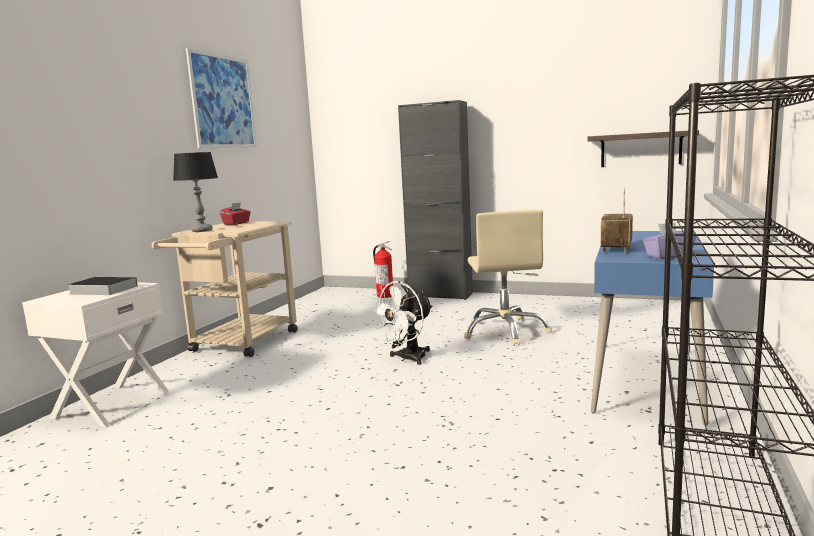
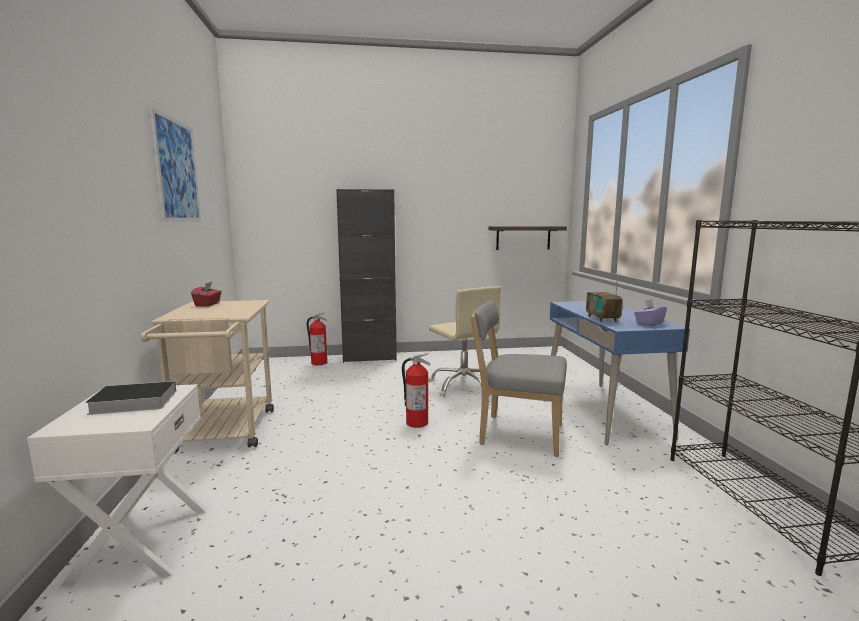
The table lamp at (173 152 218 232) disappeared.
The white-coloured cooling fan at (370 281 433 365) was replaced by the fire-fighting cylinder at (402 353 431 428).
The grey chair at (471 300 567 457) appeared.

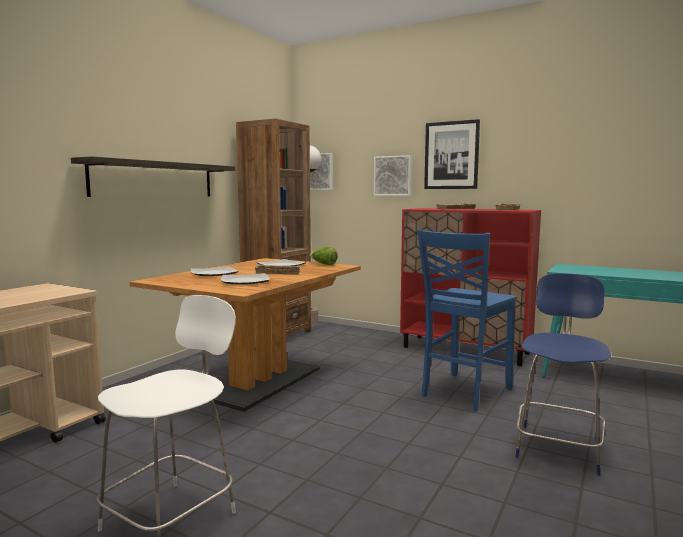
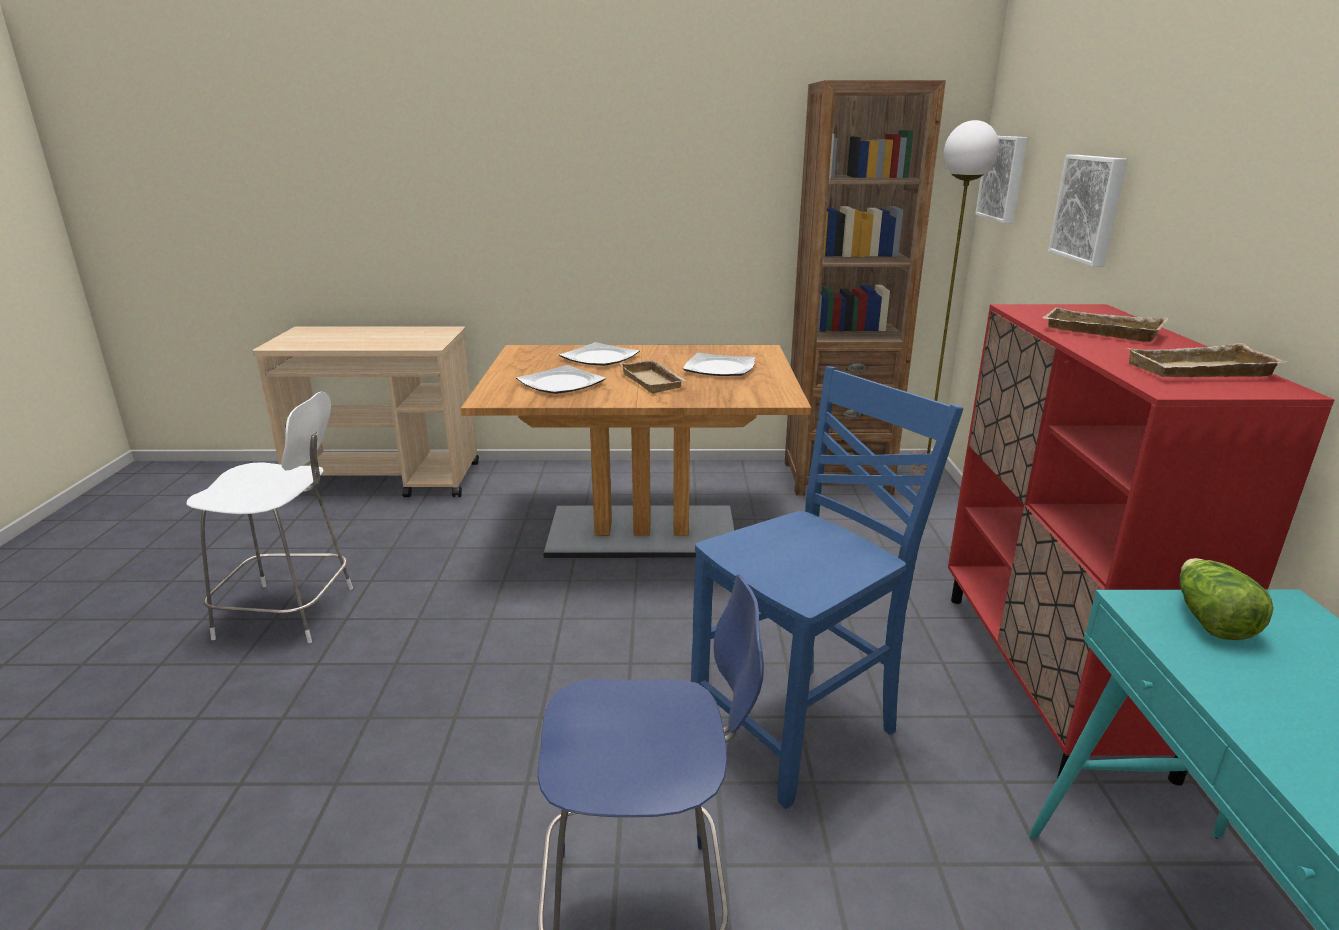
The picture at (424 119 480 189) disappeared.
The wall shelf at (71 156 235 197) disappeared.
The blue-coloured chair at (417 229 517 412) turned 135 degrees clockwise.
The head of lettuce moved from (310 247 338 265) to (1180 558 1274 640).

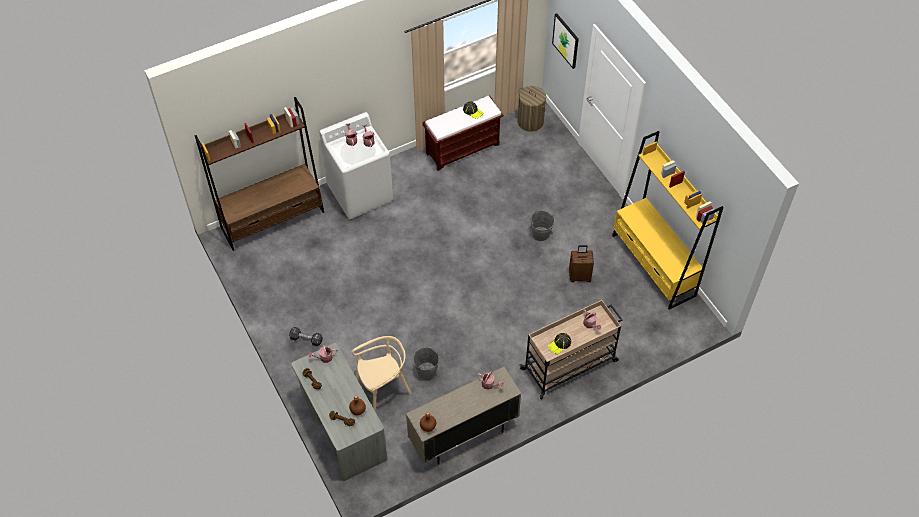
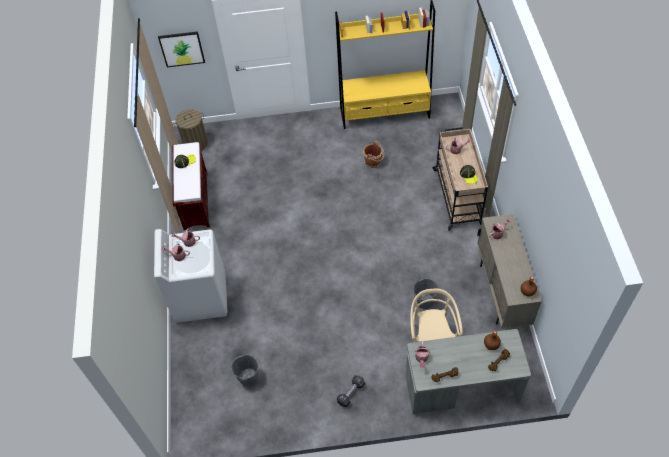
The brown-coloured bookshelf at (195 97 324 251) disappeared.
The grey water bucket moved from (530 211 554 241) to (231 354 258 386).
The brown-coloured travel case at (569 245 594 282) was replaced by the brown-coloured water bucket at (363 141 385 168).

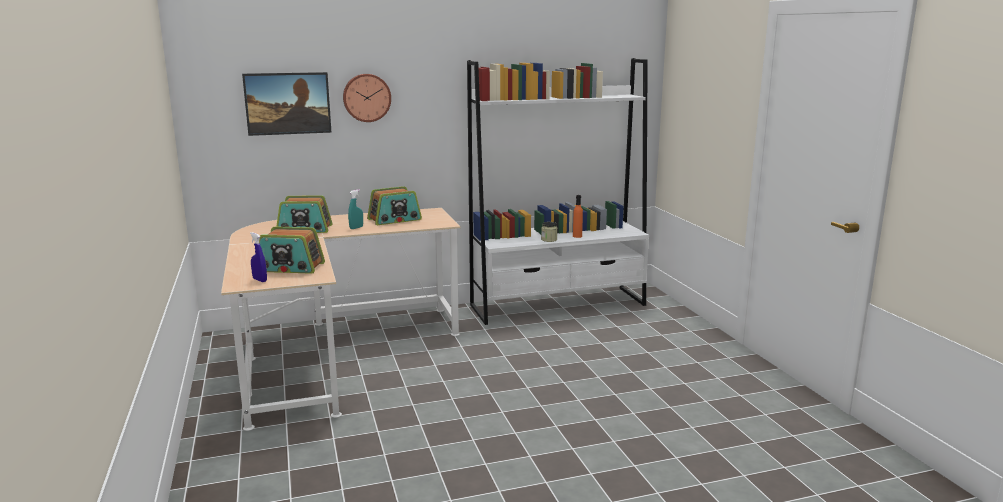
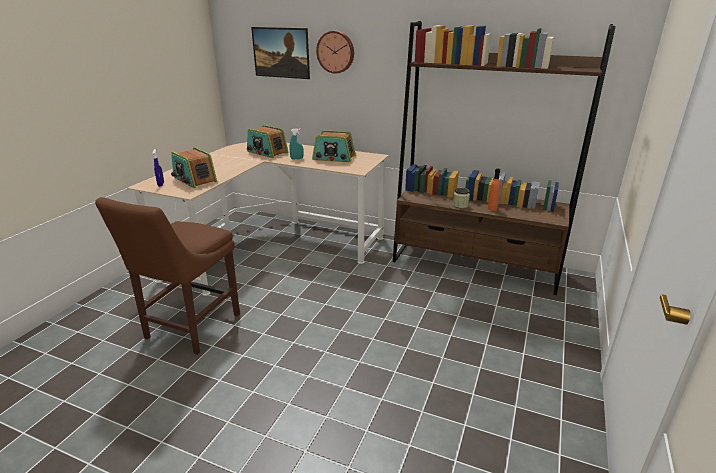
The white-coloured bookshelf at (467 58 649 325) became the brown-coloured bookshelf at (393 21 616 295).
The brown-coloured chair at (95 197 240 355) appeared.

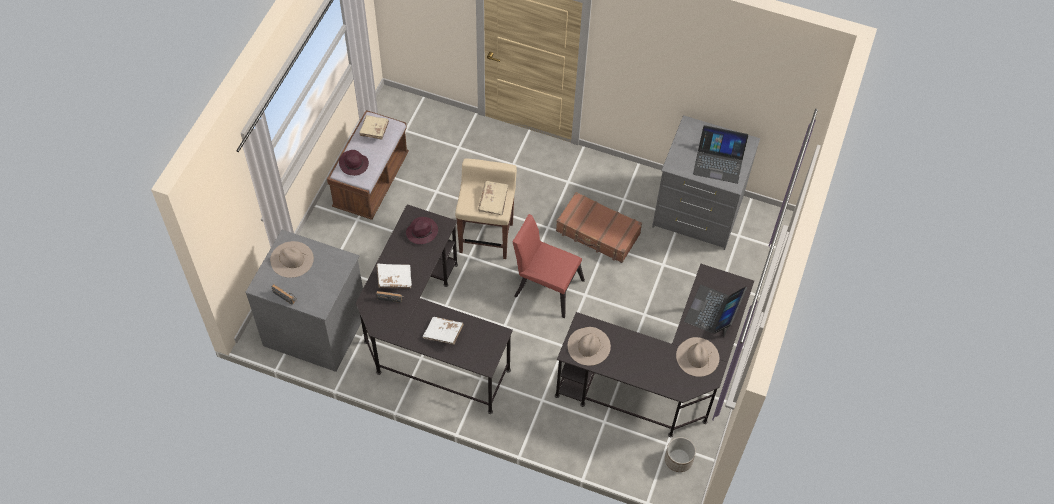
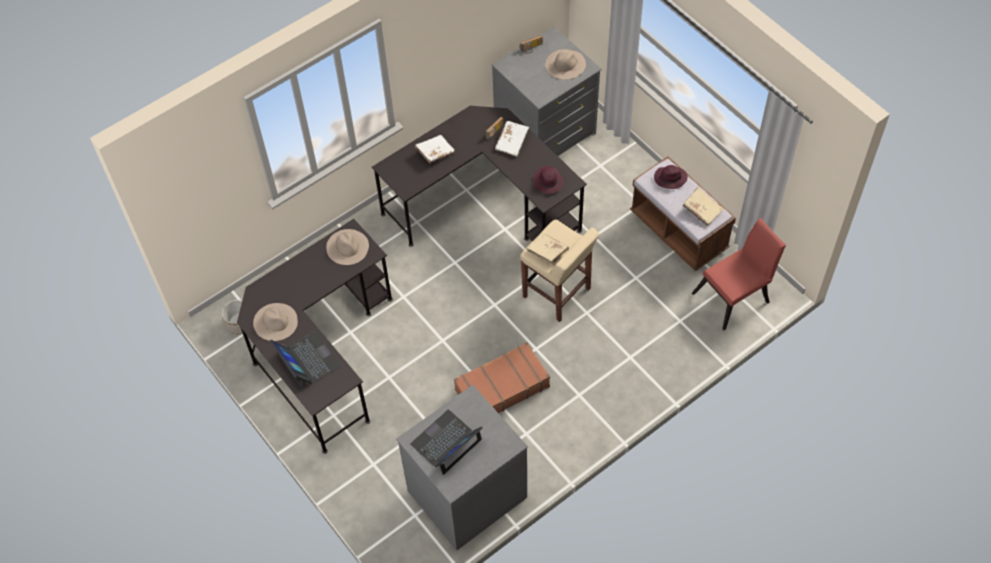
The red chair moved from (512 214 585 318) to (691 218 786 330).

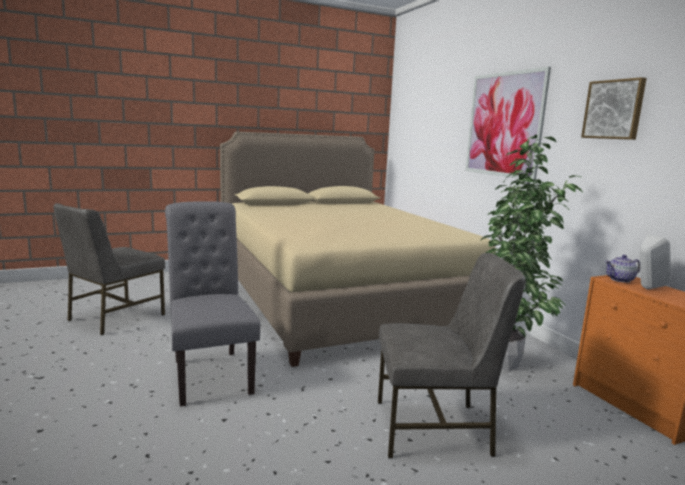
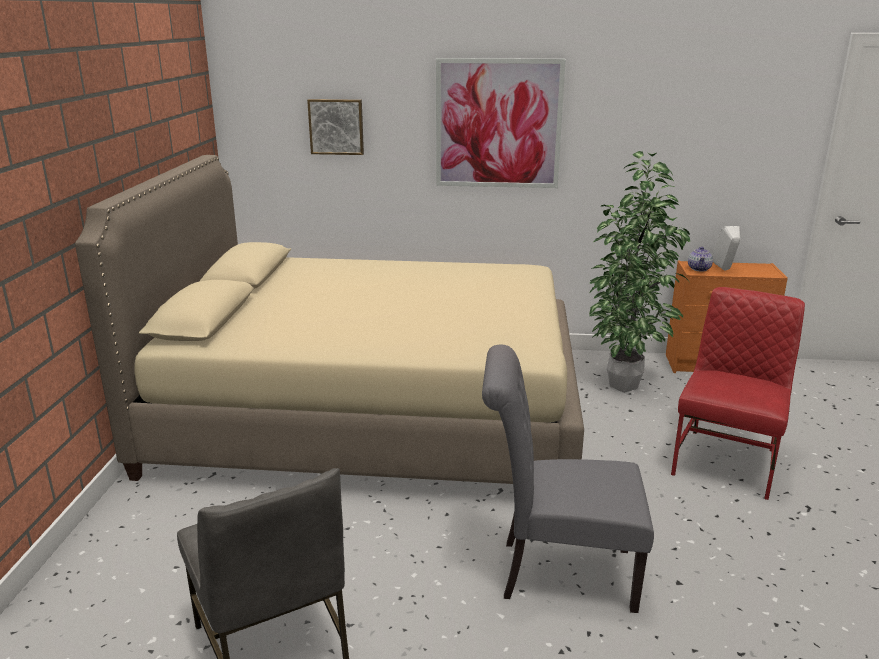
The picture moved from (581 77 647 140) to (307 99 364 155).
The grey chair at (378 253 526 458) became the red chair at (671 287 805 500).

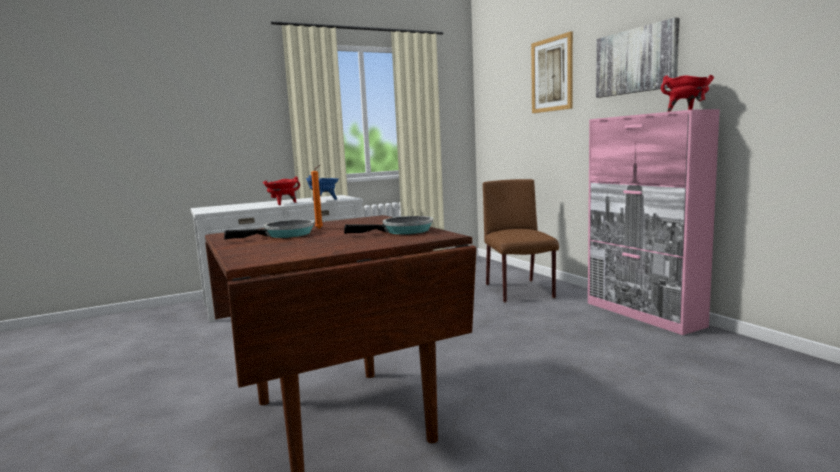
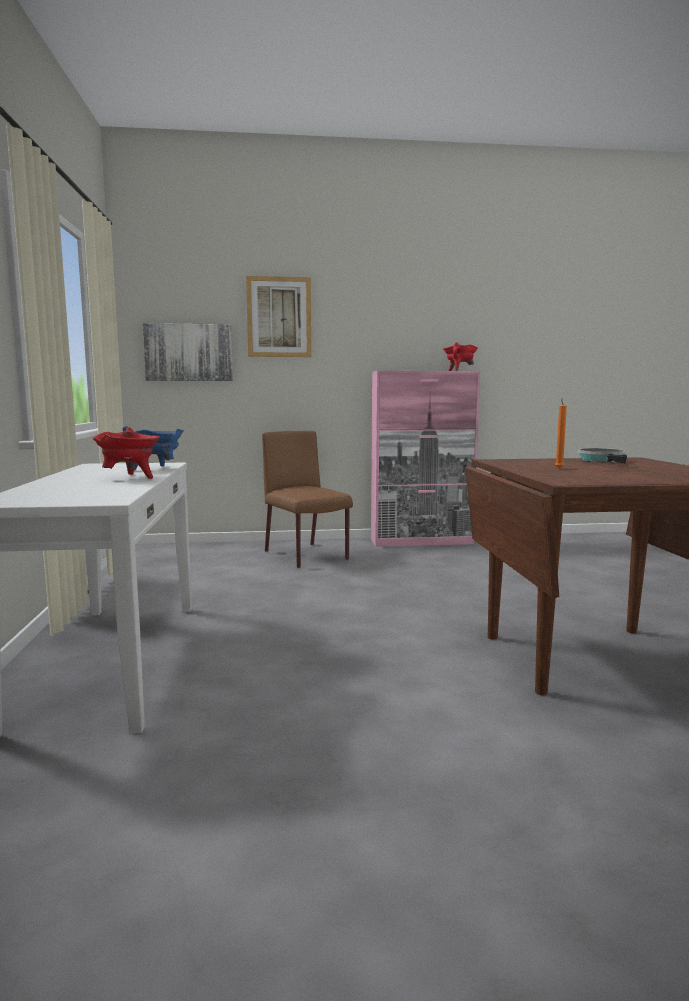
The picture moved from (596 17 680 98) to (142 323 233 381).
The brown-coloured chair at (483 179 559 302) turned 45 degrees clockwise.
The skillet at (224 220 314 239) disappeared.

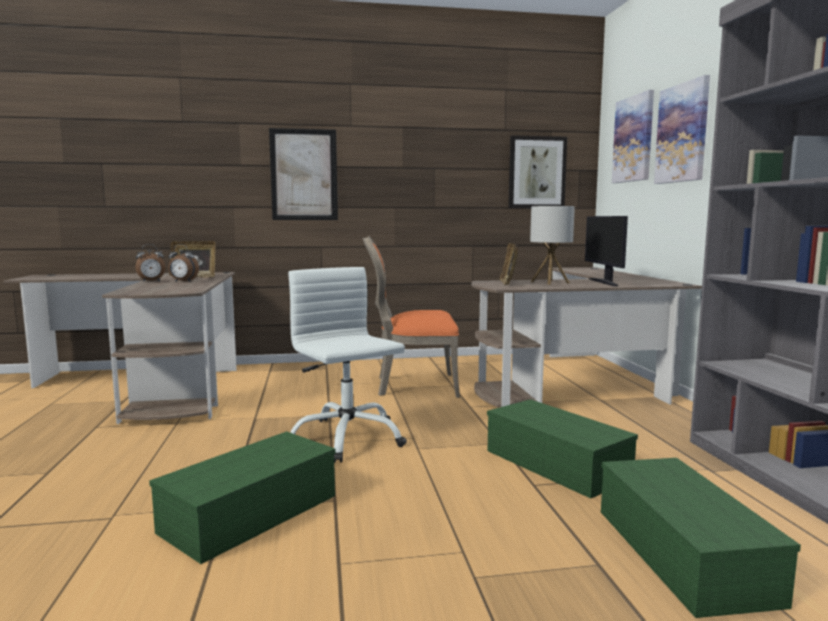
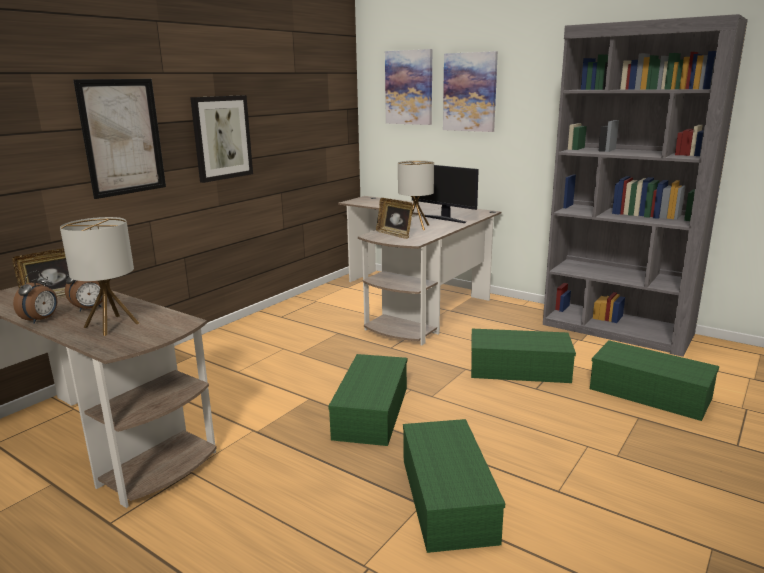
The picture moved from (508 135 567 208) to (190 95 253 183).
The orange-coloured chair at (363 236 460 398) disappeared.
The white-coloured desk chair at (288 267 407 463) was replaced by the green storage bin at (328 354 407 446).
The table lamp at (60 217 139 336) appeared.

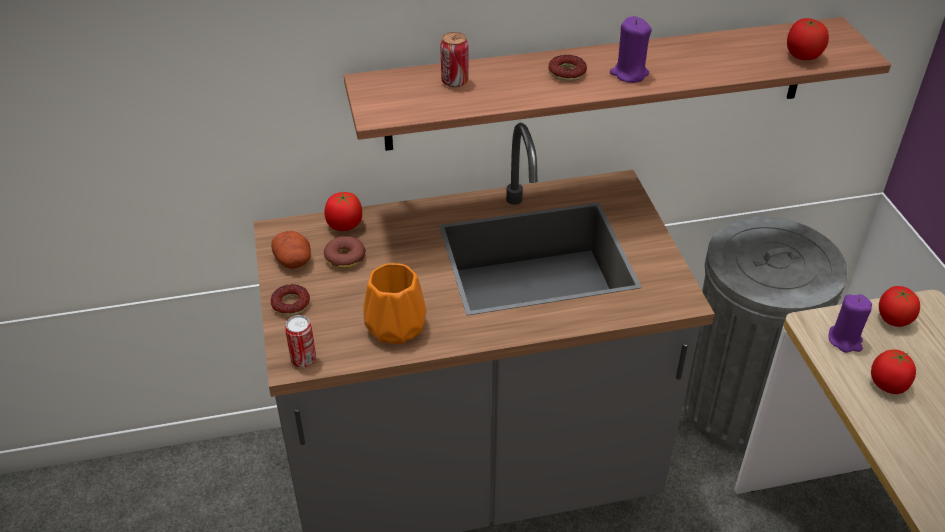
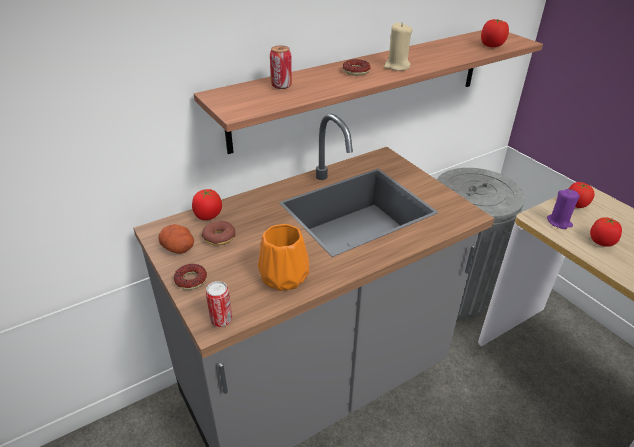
The purple-coloured wax light at (610 16 652 83) became the beige wax light at (384 23 412 71).

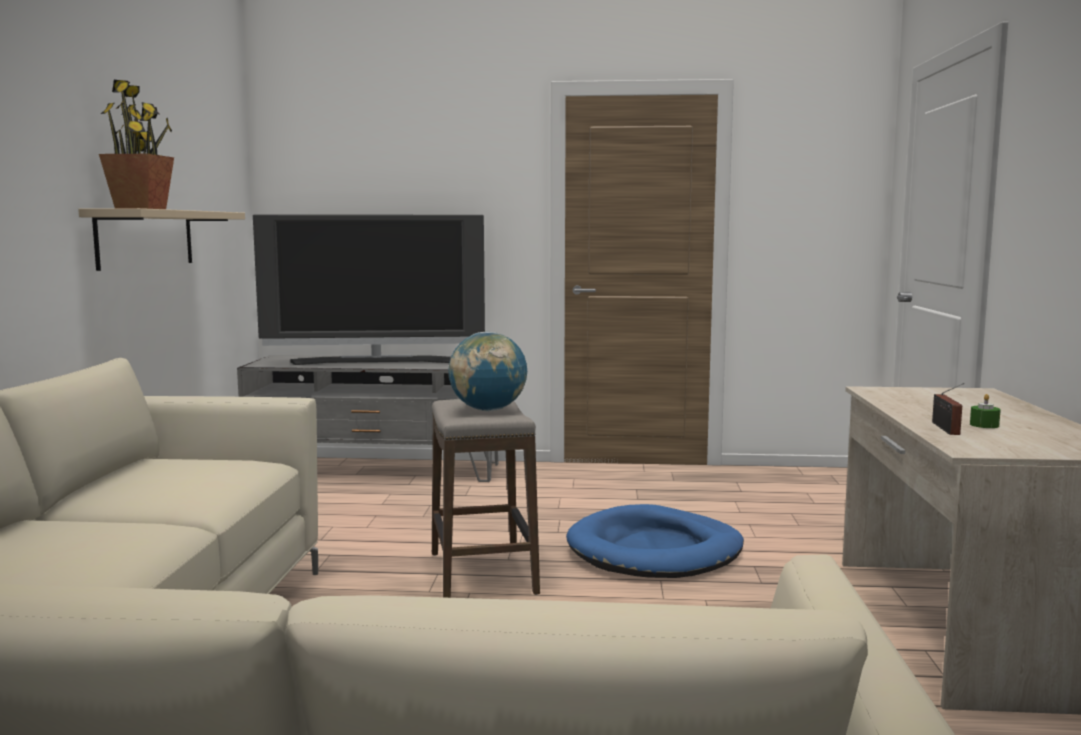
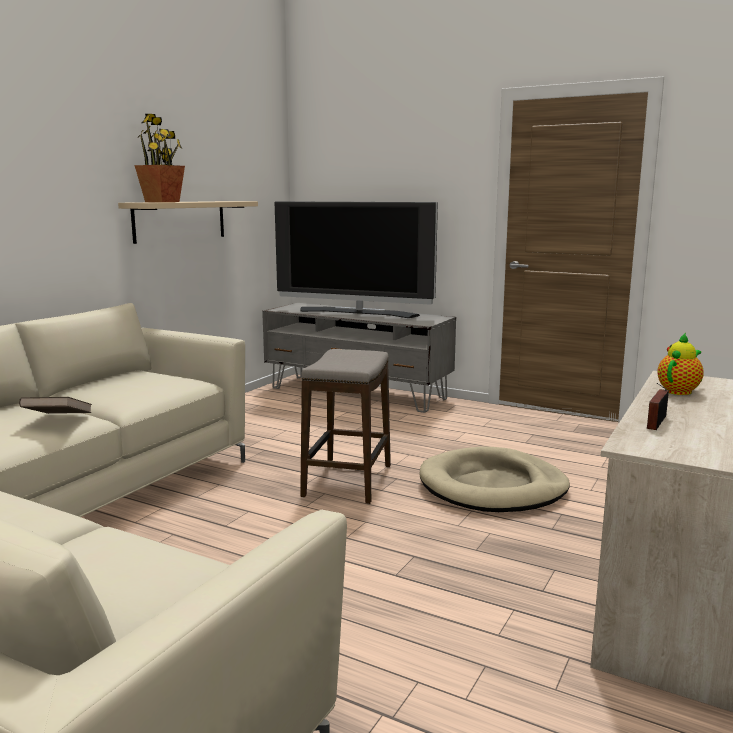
The world globe at (448 332 527 411) disappeared.
The green wax light at (970 394 1001 428) disappeared.
The blue-coloured dog cushion at (566 504 744 578) became the beige dog cushion at (419 447 570 512).
The teapot at (657 333 704 395) appeared.
The brown-coloured book at (19 397 92 414) appeared.

